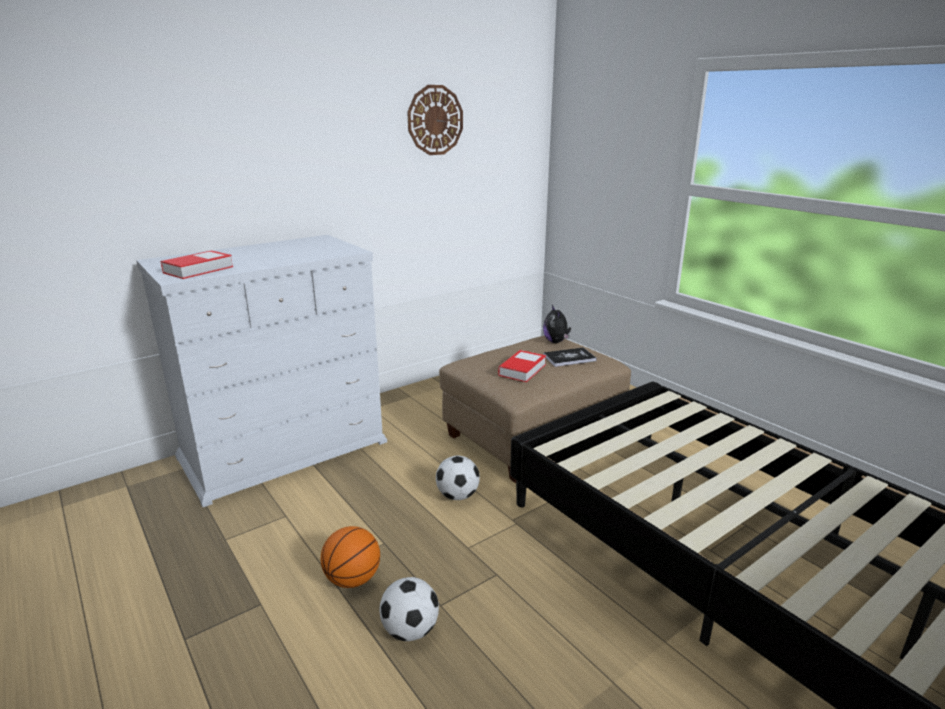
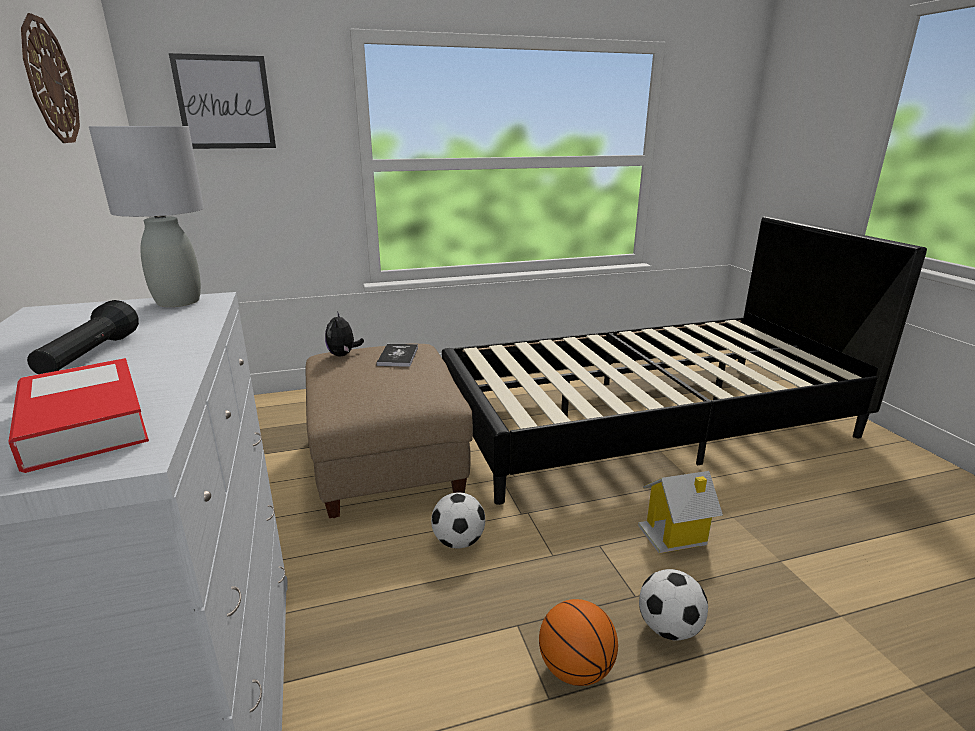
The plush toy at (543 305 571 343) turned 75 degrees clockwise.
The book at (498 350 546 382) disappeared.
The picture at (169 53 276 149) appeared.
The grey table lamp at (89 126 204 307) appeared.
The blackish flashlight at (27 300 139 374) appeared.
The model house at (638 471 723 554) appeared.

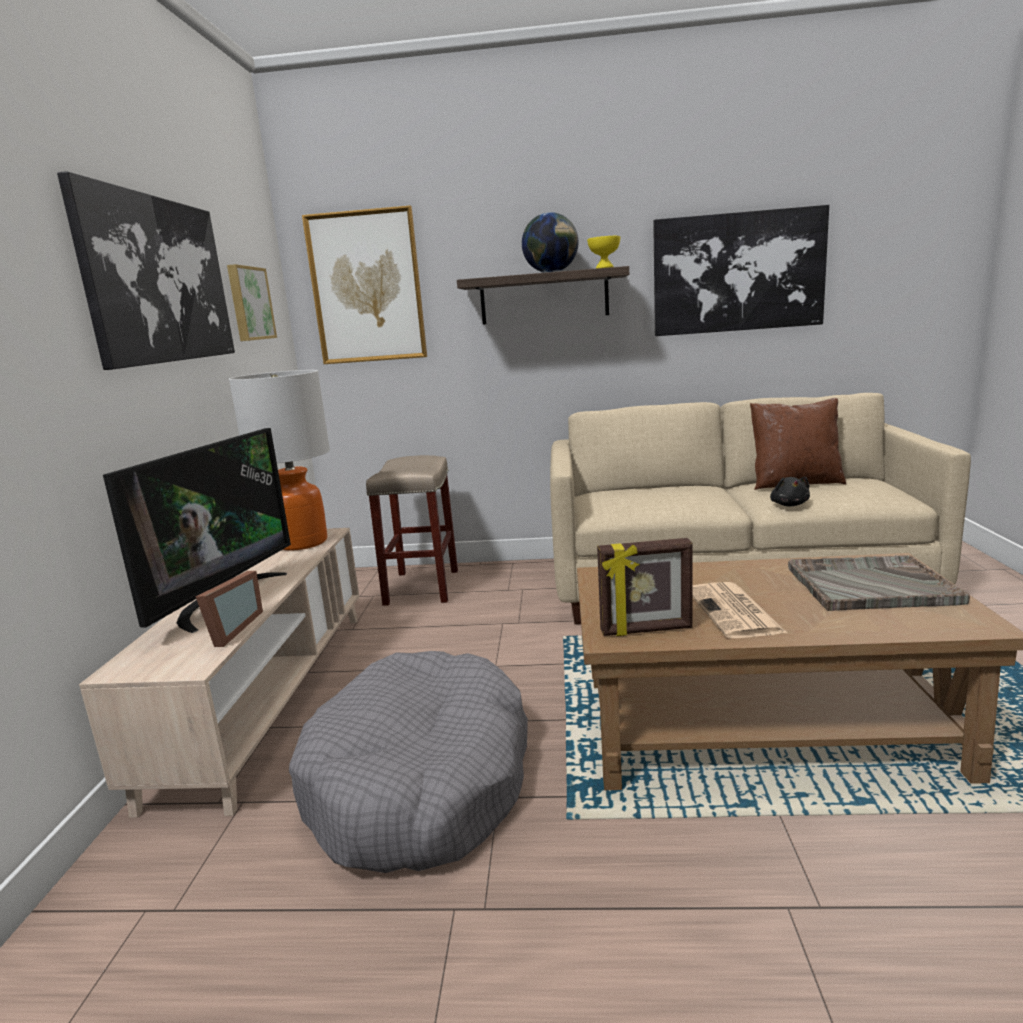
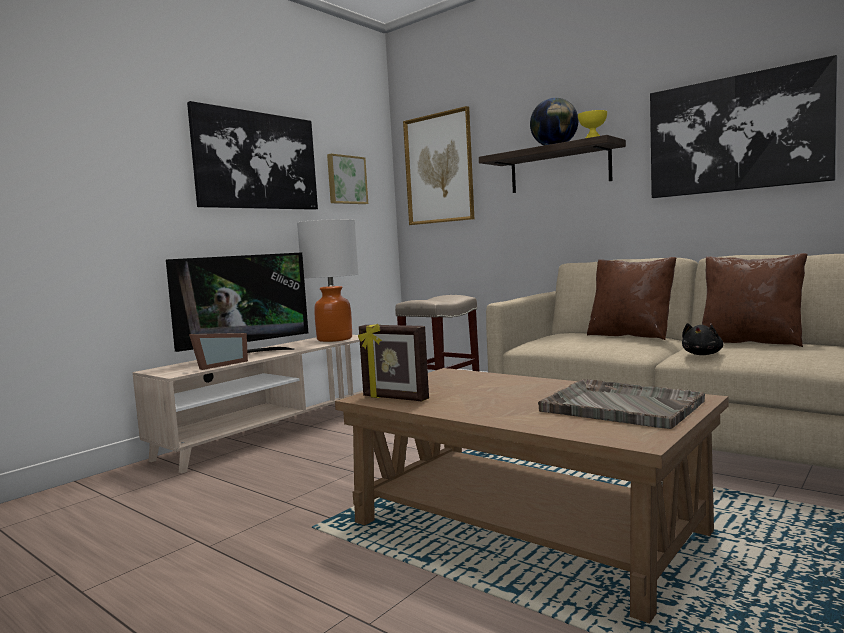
The newspaper at (692 582 787 638) disappeared.
The grey dog cushion at (289 651 528 873) disappeared.
The brown-coloured throw pillow at (587 257 676 340) appeared.

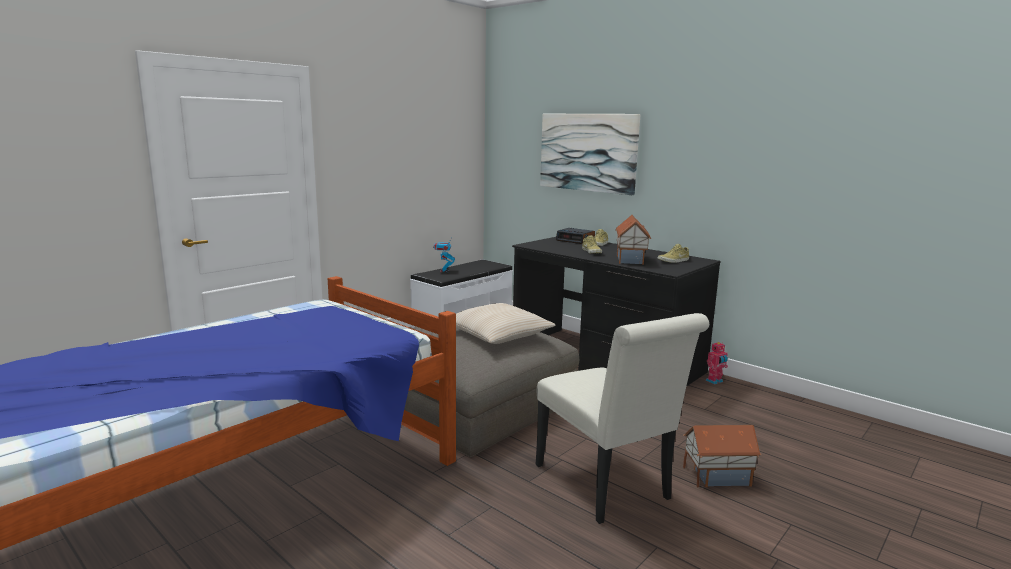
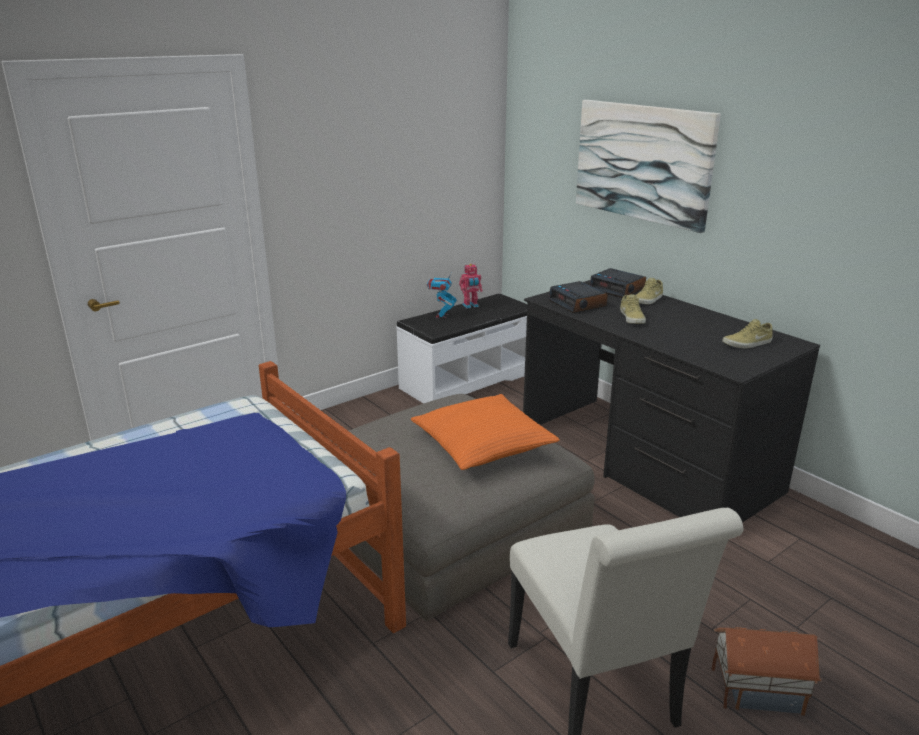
The model house at (615 215 652 265) disappeared.
The beige throw pillow at (456 303 555 344) became the orange-coloured throw pillow at (411 394 560 470).
The model robot moved from (706 342 728 385) to (459 264 482 309).
The alarm clock at (548 281 608 313) appeared.

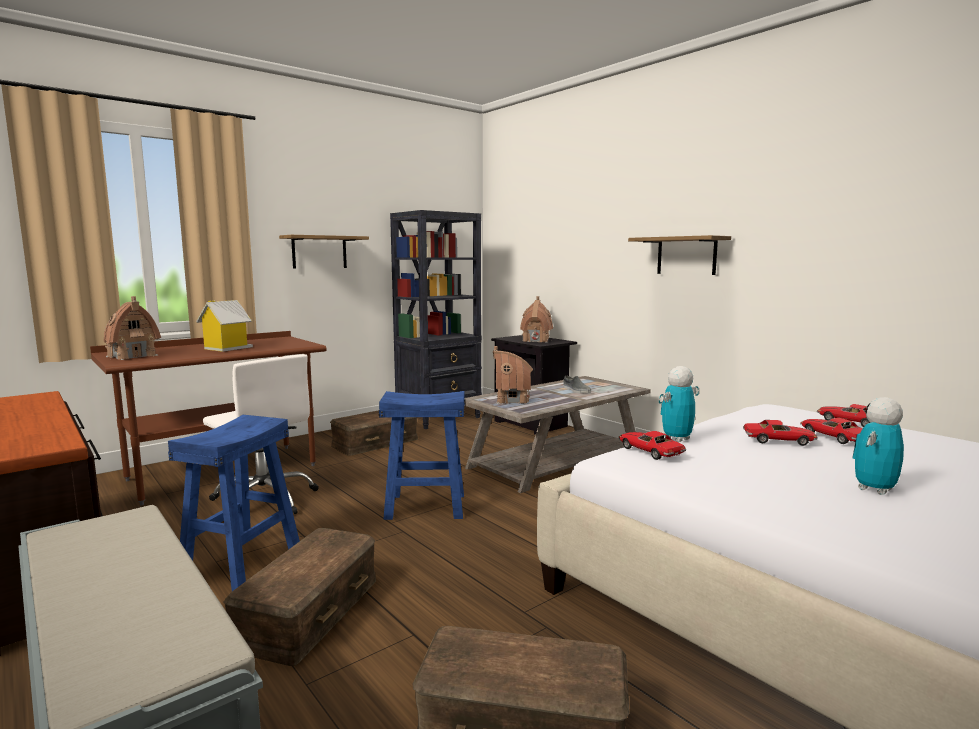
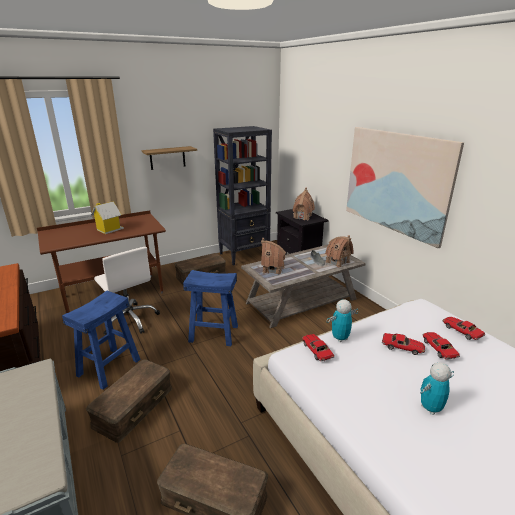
The wall shelf at (628 235 731 275) was replaced by the picture at (346 127 464 248).
The model house moved from (103 296 161 360) to (325 235 353 268).

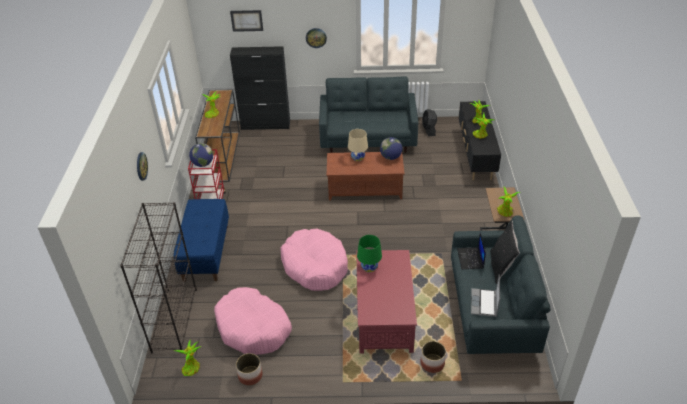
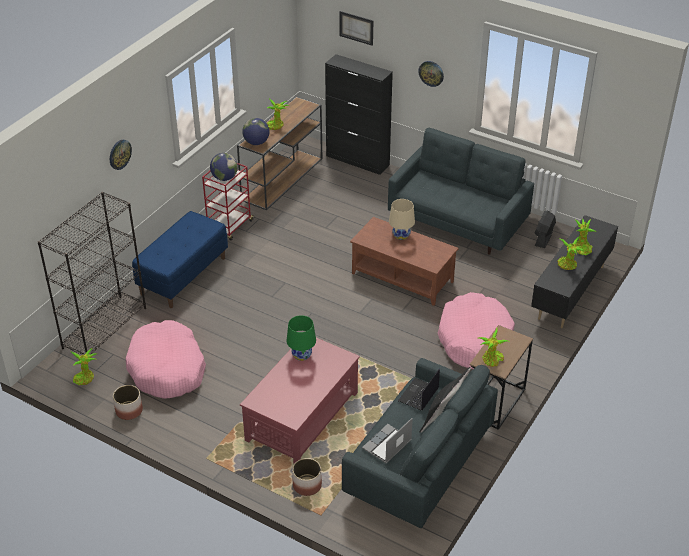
The world globe moved from (380 137 402 160) to (242 118 269 145).
The pink dog cushion moved from (281 229 348 291) to (438 292 515 369).

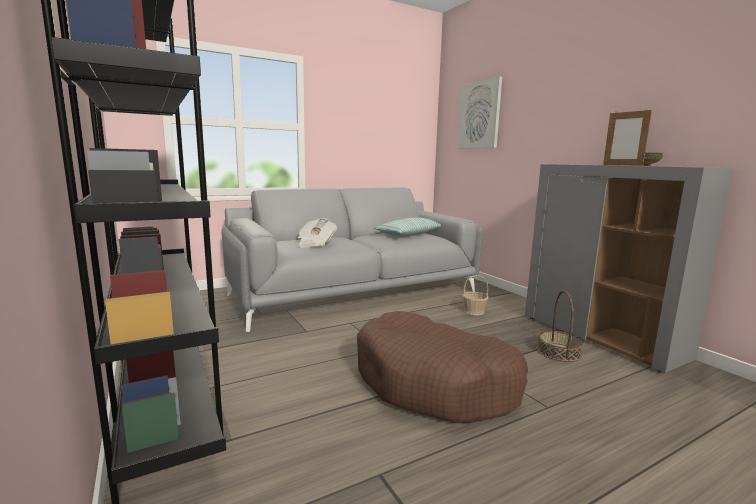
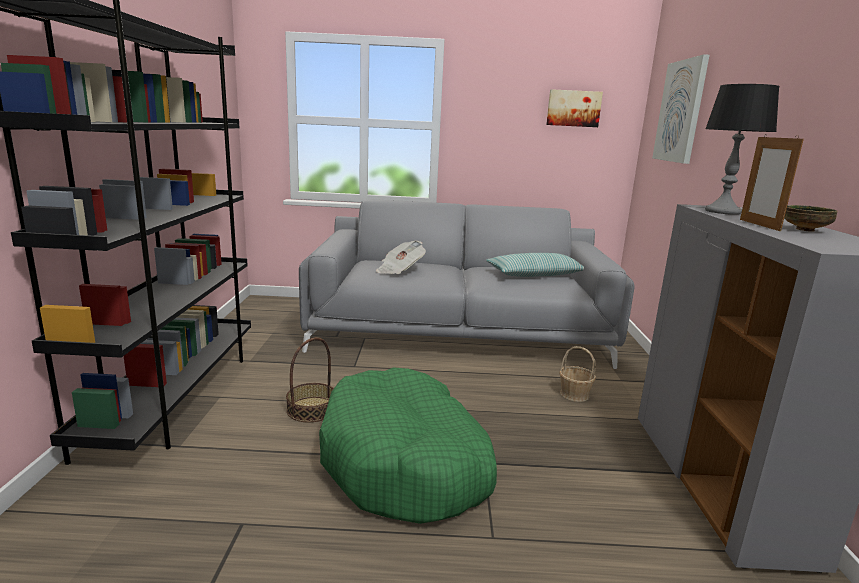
The household basket moved from (537 290 583 362) to (286 337 334 422).
The brown-coloured dog cushion at (357 311 528 423) became the green dog cushion at (319 368 497 524).
The table lamp at (705 84 780 215) appeared.
The picture at (546 89 603 127) appeared.

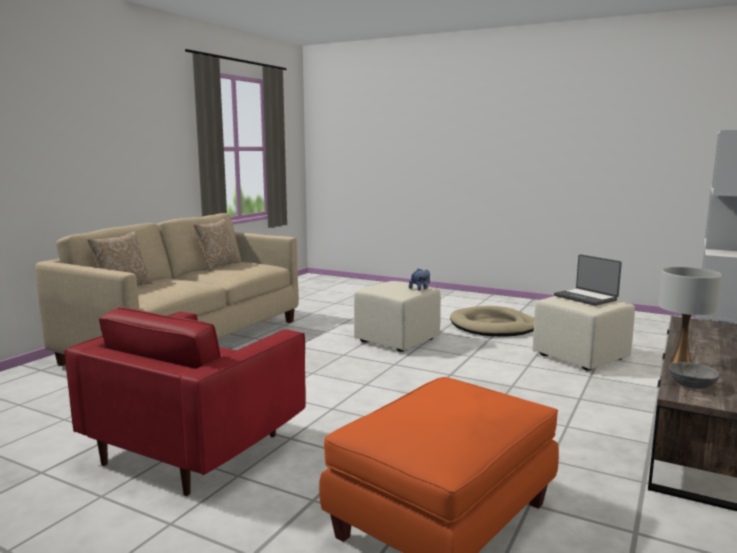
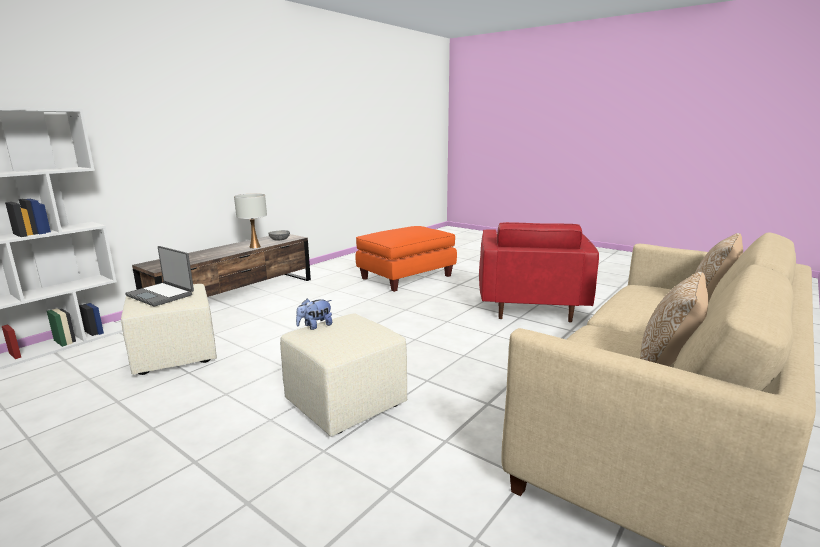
The notebook computer at (554 254 622 306) turned 150 degrees clockwise.
The beige dog cushion at (450 306 534 337) disappeared.
The red armchair at (64 307 306 496) turned 150 degrees clockwise.

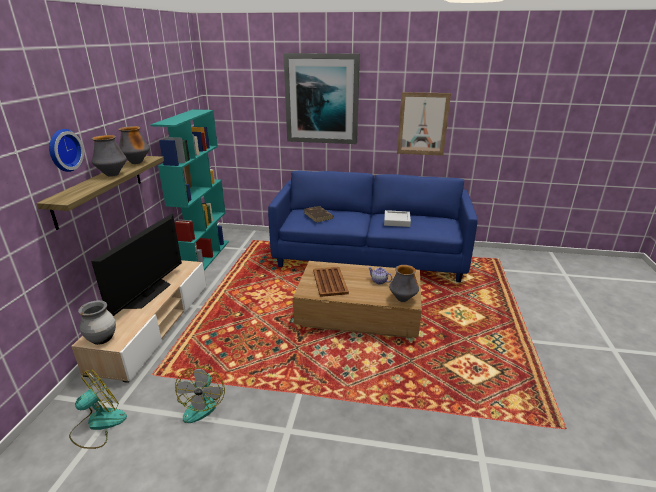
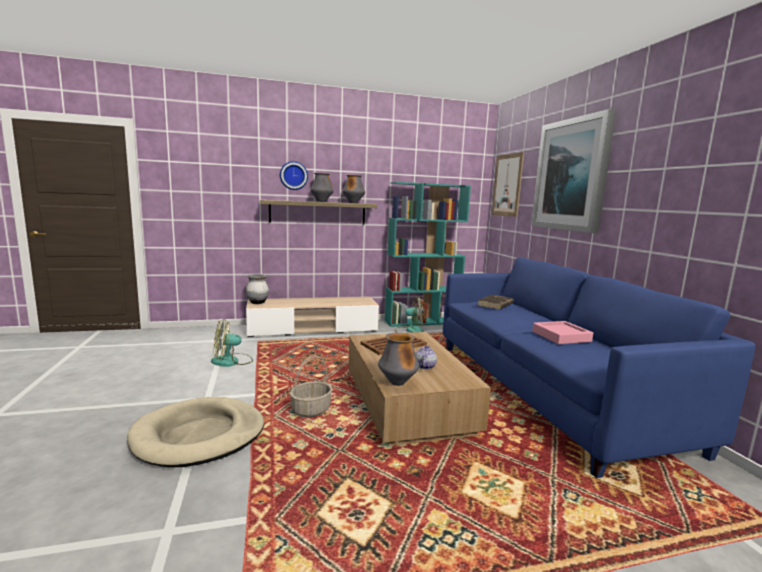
The picture moved from (397 92 451 156) to (492 152 524 217).
The grey tray at (384 210 411 227) became the pink tray at (532 321 593 344).
The television at (91 213 182 316) disappeared.
The cooling fan moved from (69 370 127 449) to (395 296 426 333).
The household basket at (290 356 332 417) appeared.
The beige dog cushion at (127 397 264 468) appeared.

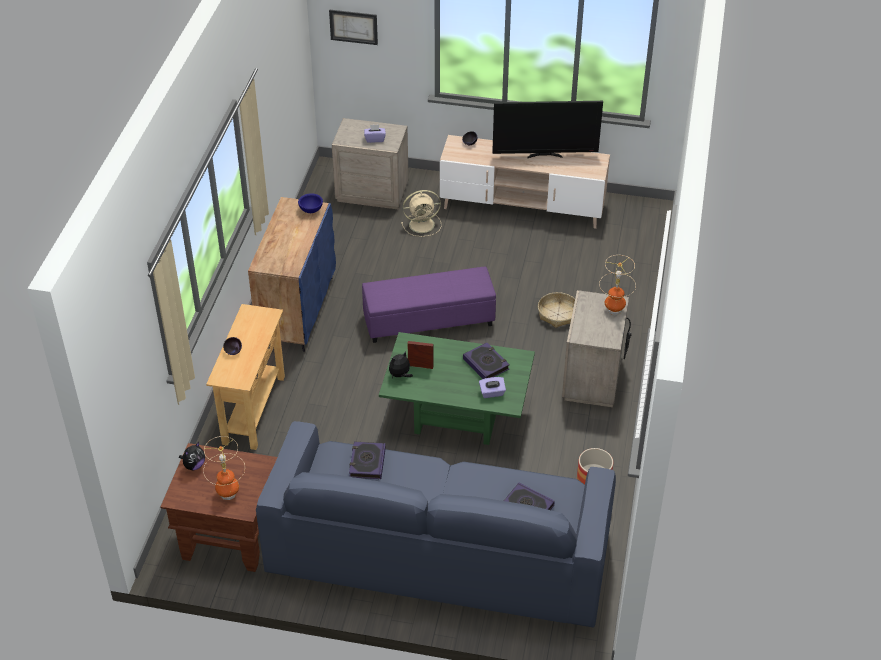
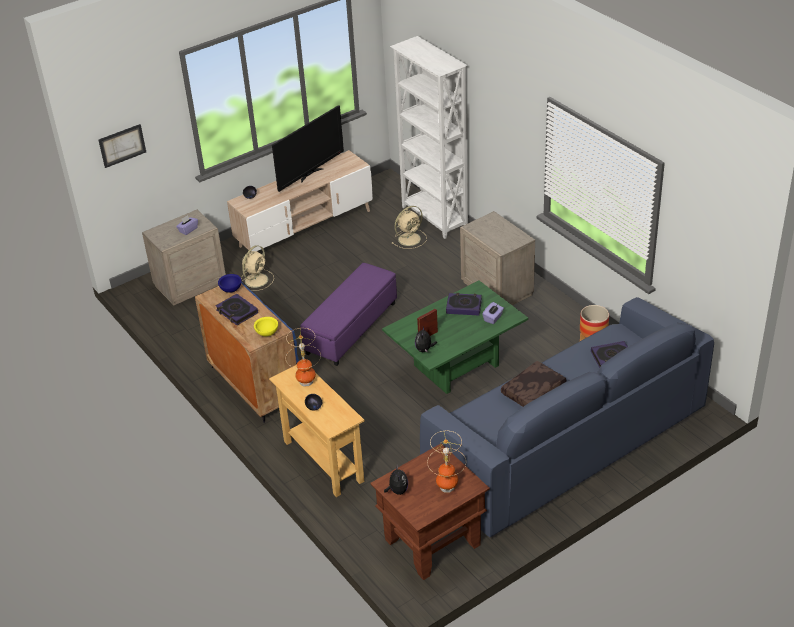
The table lamp moved from (599 255 636 315) to (286 328 321 386).
The household basket at (538 292 575 328) disappeared.
The book moved from (349 442 386 479) to (216 294 258 325).
The white-coloured bookshelf at (390 36 468 239) appeared.
The beige cooling fan at (392 206 427 249) appeared.
The yellow-coloured bowl at (254 317 278 336) appeared.
The brown-coloured throw pillow at (501 361 566 407) appeared.

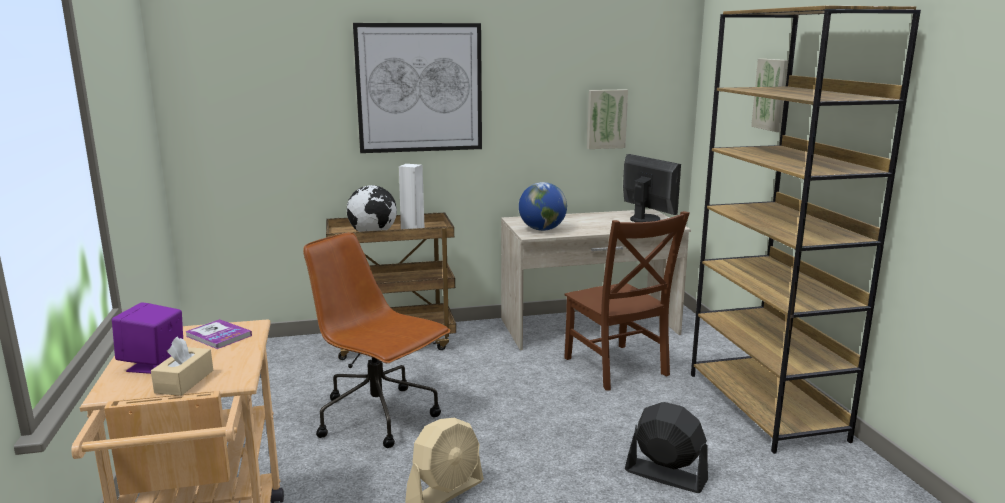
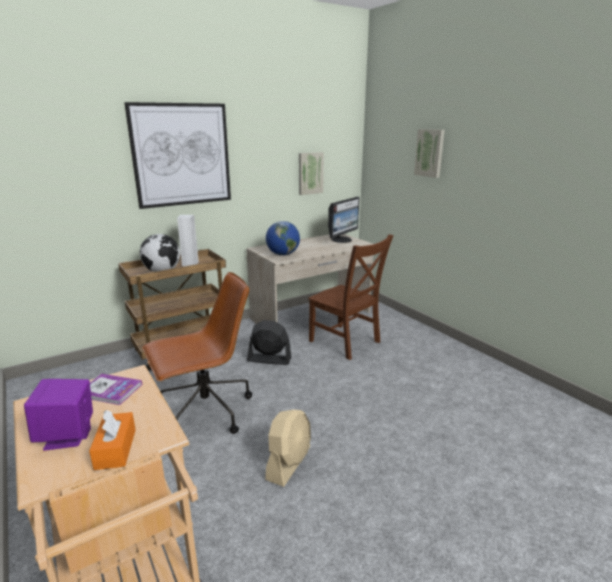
The brown-coloured bookshelf at (691 6 921 454) disappeared.
The computer display at (623 154 681 222) turned 90 degrees clockwise.
The brown-coloured desk chair at (303 232 451 448) turned 135 degrees clockwise.
The beige tissue holder at (151 337 213 396) became the orange-coloured tissue holder at (89 410 136 470).
The blackish cooling fan moved from (625 402 708 493) to (247 320 291 365).

